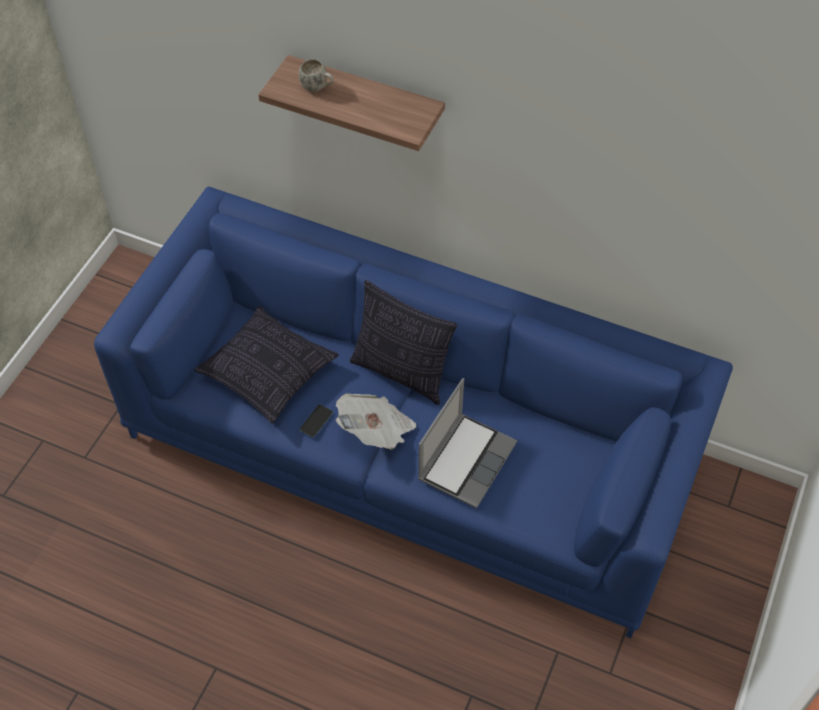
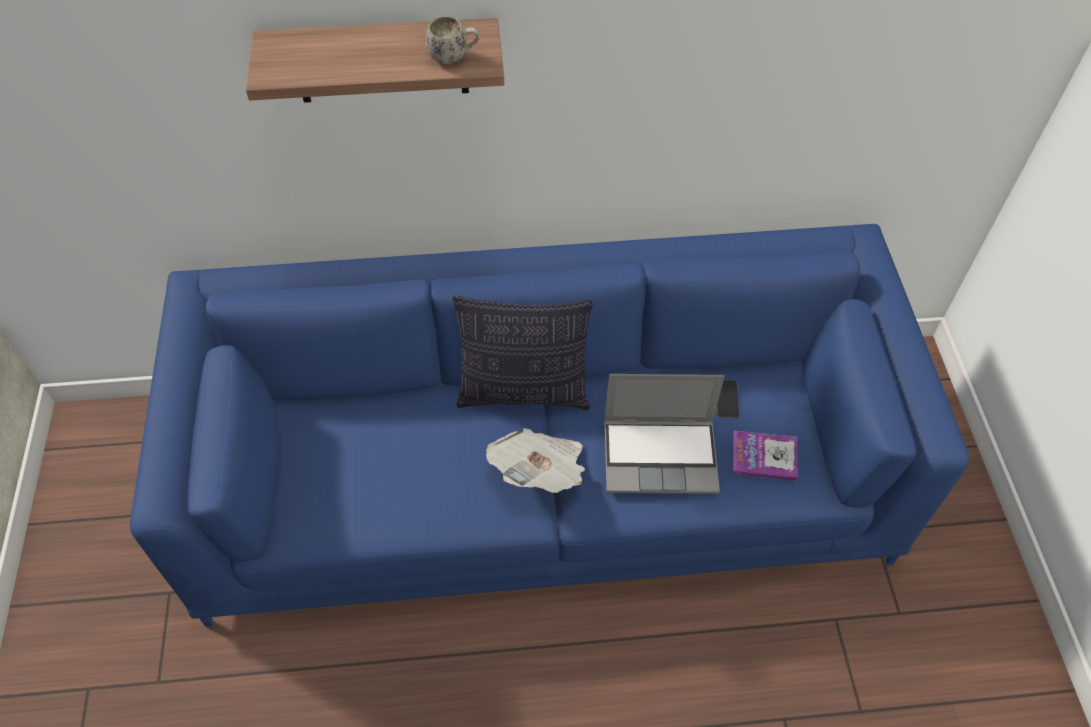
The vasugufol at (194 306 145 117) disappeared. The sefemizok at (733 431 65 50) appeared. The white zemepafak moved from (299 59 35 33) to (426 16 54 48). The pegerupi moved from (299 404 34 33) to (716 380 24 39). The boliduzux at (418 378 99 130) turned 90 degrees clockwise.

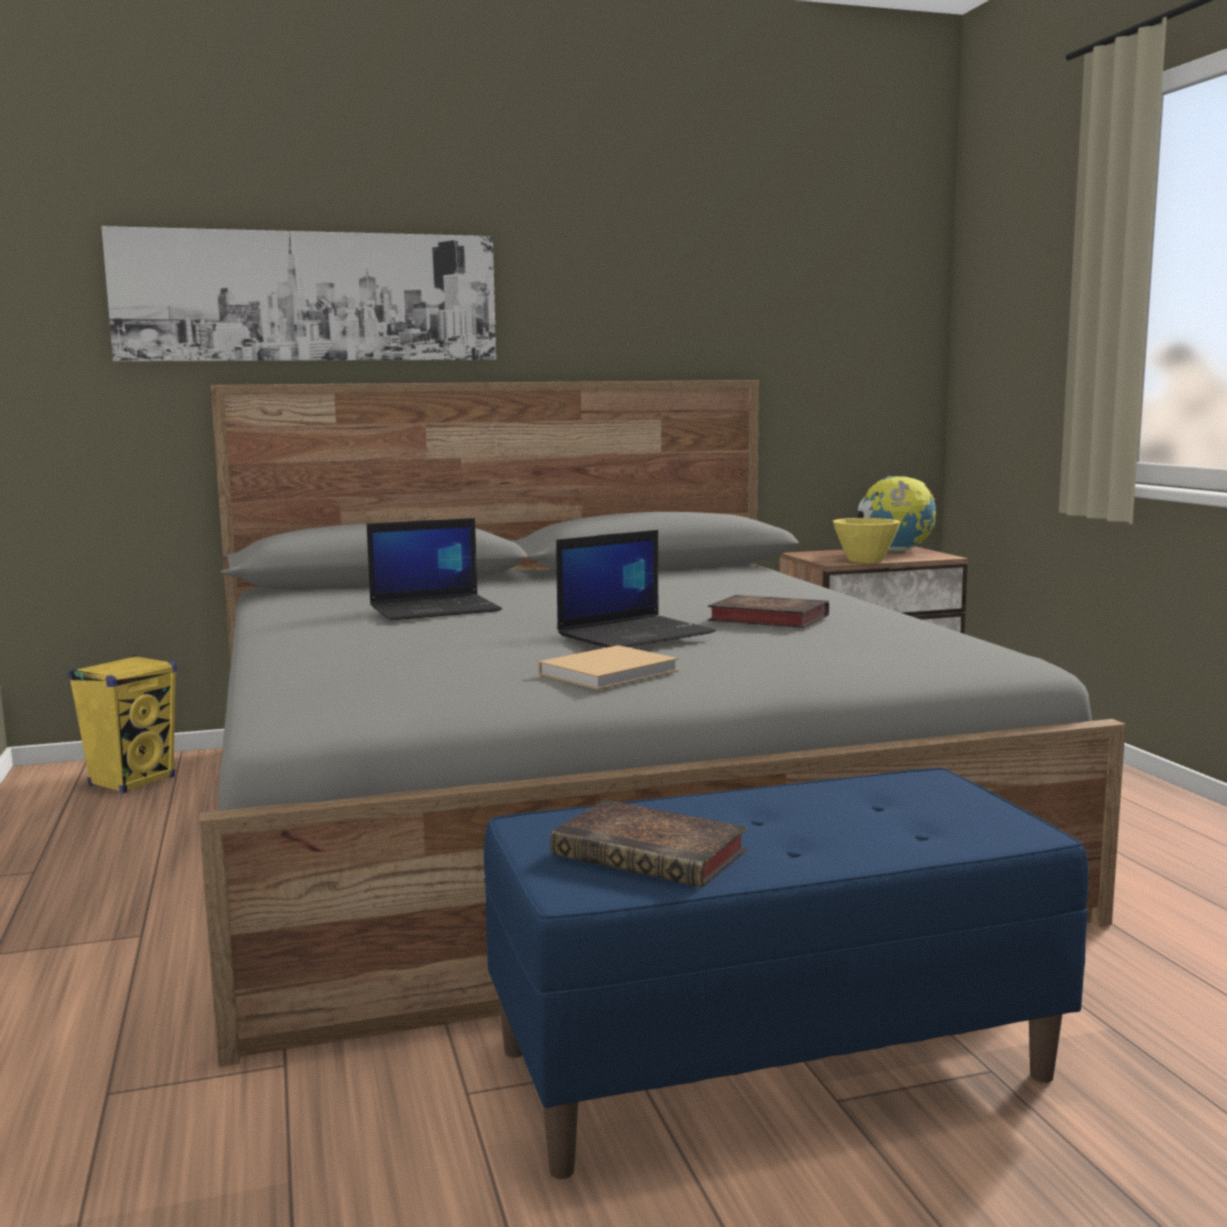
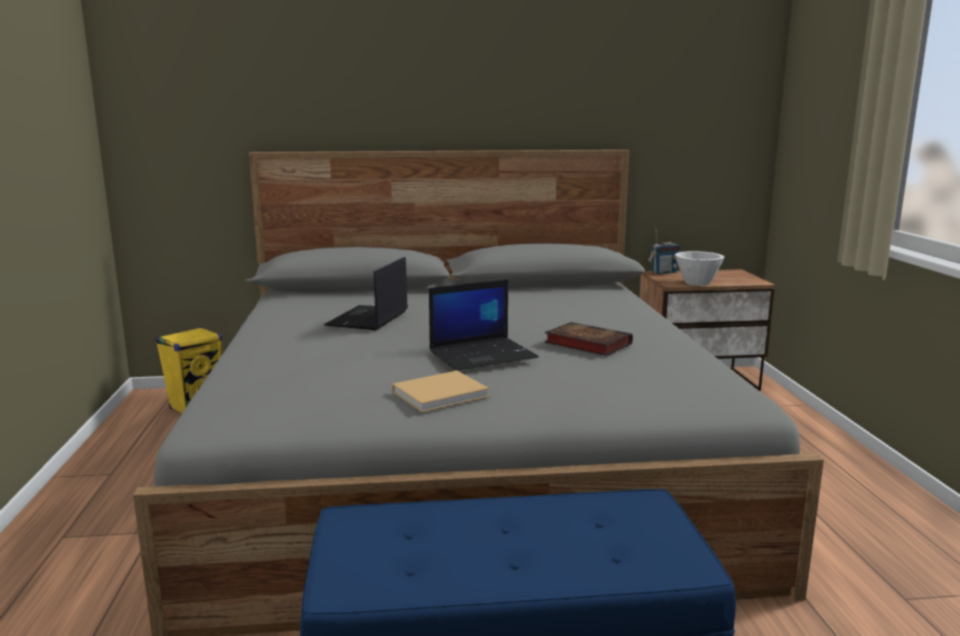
The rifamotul at (101 226 395 136) disappeared. The sefemizok at (550 799 198 89) disappeared. The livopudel at (858 476 78 75) disappeared. The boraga at (648 231 33 43) appeared. The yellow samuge at (833 518 68 45) became the white samuge at (675 251 49 35). The boliduzux at (367 518 135 102) turned 120 degrees clockwise.

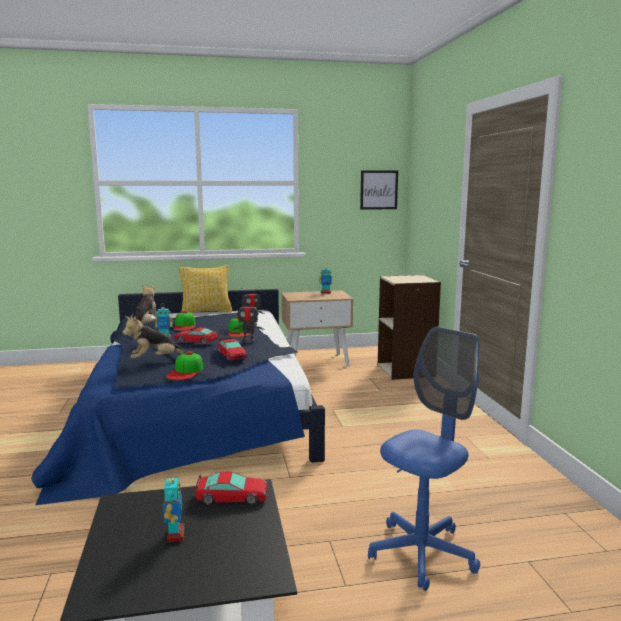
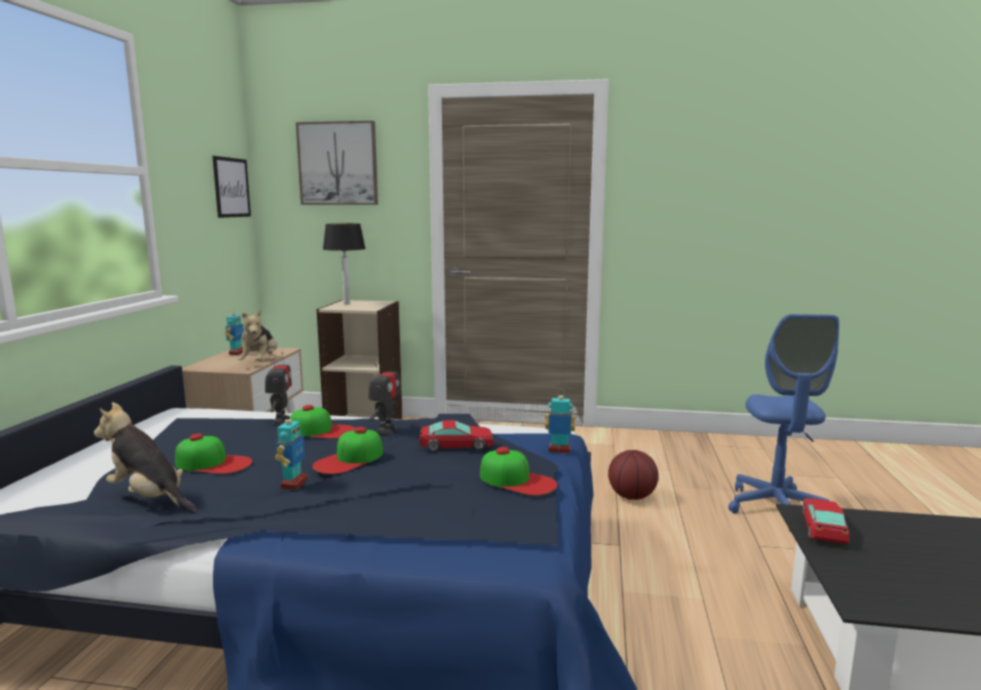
The yellow vasugufol at (179 265 53 48) disappeared. The rifamotul at (296 121 82 84) appeared. The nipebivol at (323 223 43 82) appeared. The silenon at (608 450 51 50) appeared. The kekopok moved from (122 316 64 43) to (238 310 39 51). The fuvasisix moved from (163 478 21 65) to (545 394 30 60). The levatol at (174 327 44 17) was replaced by the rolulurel at (312 427 71 47). The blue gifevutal at (368 327 112 264) turned 150 degrees counterclockwise.

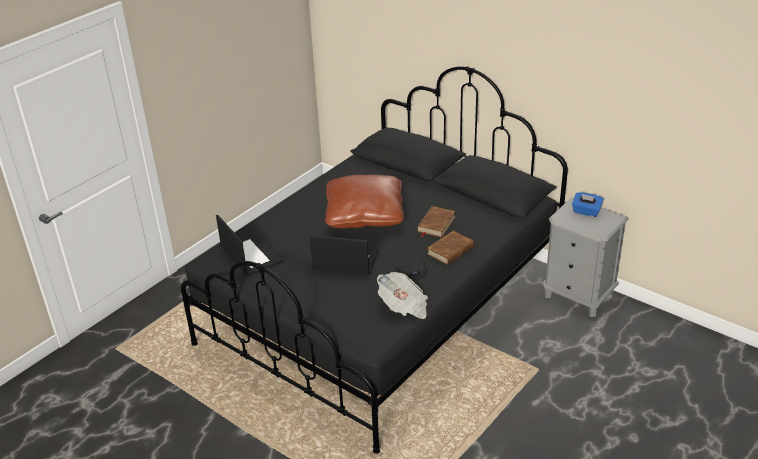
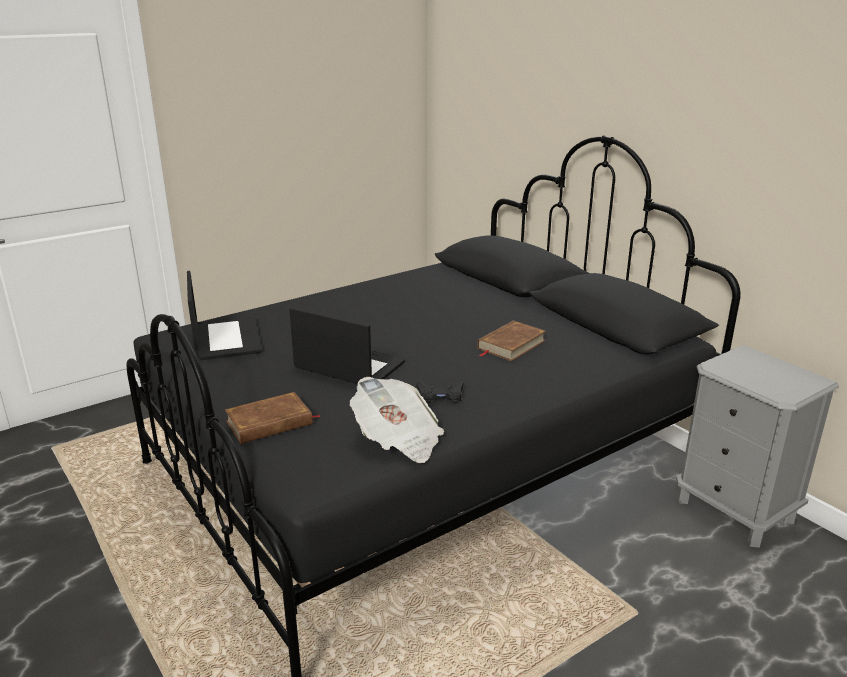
The brown vasugufol at (325 175 79 53) disappeared. The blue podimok at (572 192 32 25) disappeared. The brown sefemizok moved from (427 231 47 34) to (225 392 96 52).

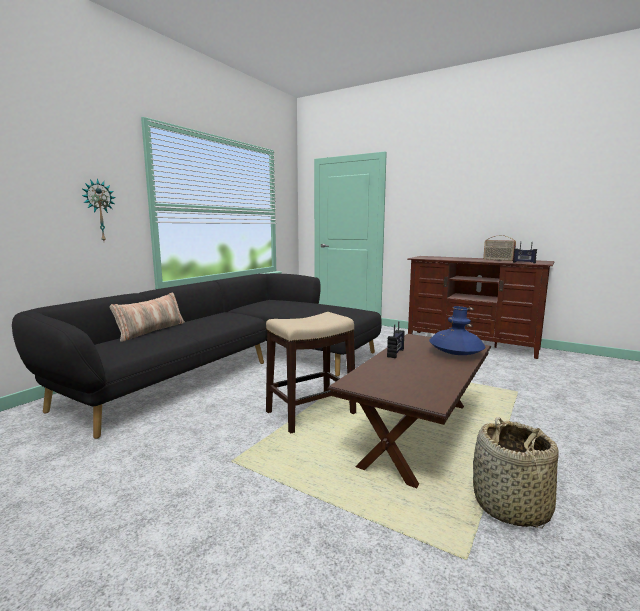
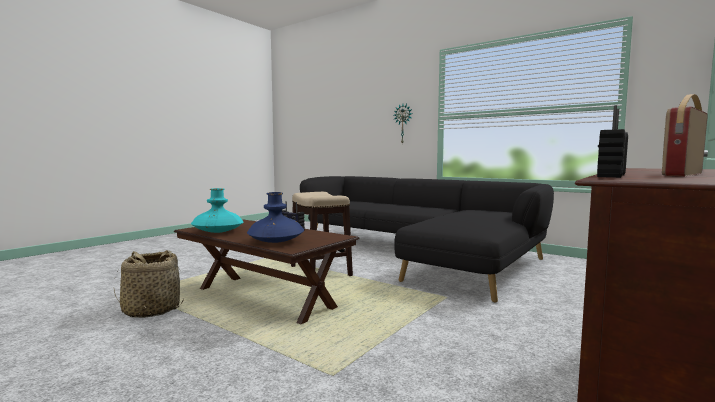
The vasugufol at (110 292 75 50) disappeared. The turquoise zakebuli at (191 188 52 45) appeared.

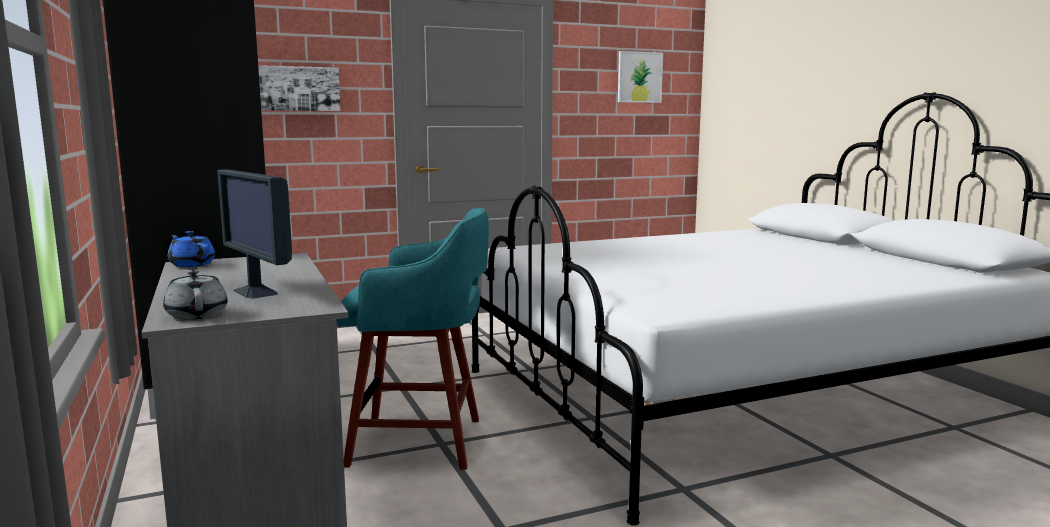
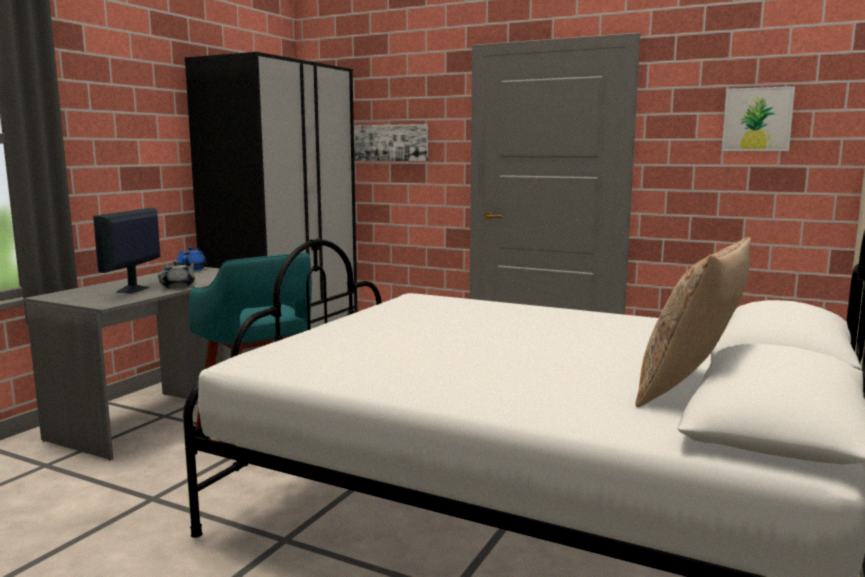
The beige vasugufol at (636 237 115 170) appeared. The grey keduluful moved from (163 270 65 50) to (158 261 38 28).

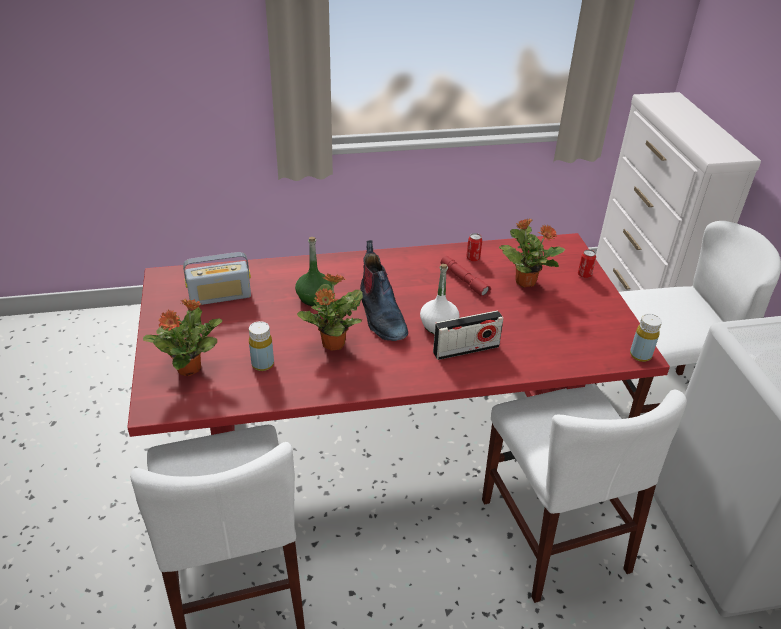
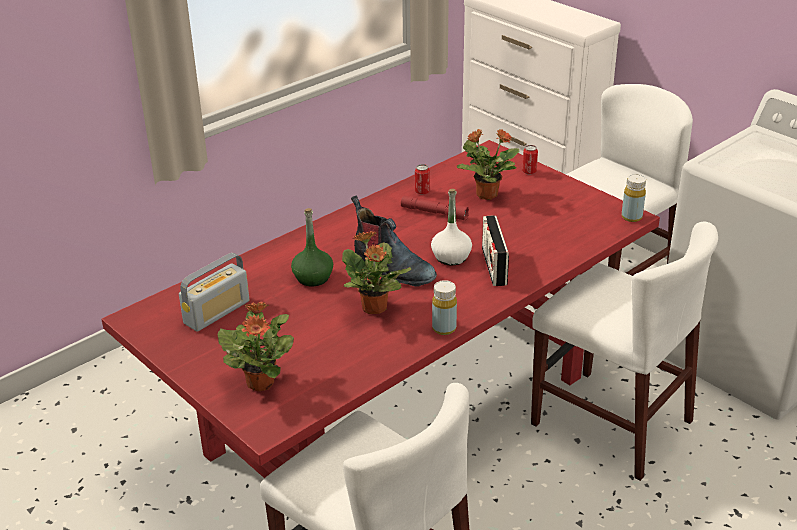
The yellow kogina moved from (249 321 25 50) to (432 280 25 55). The boraga at (433 310 71 50) turned 135 degrees clockwise.

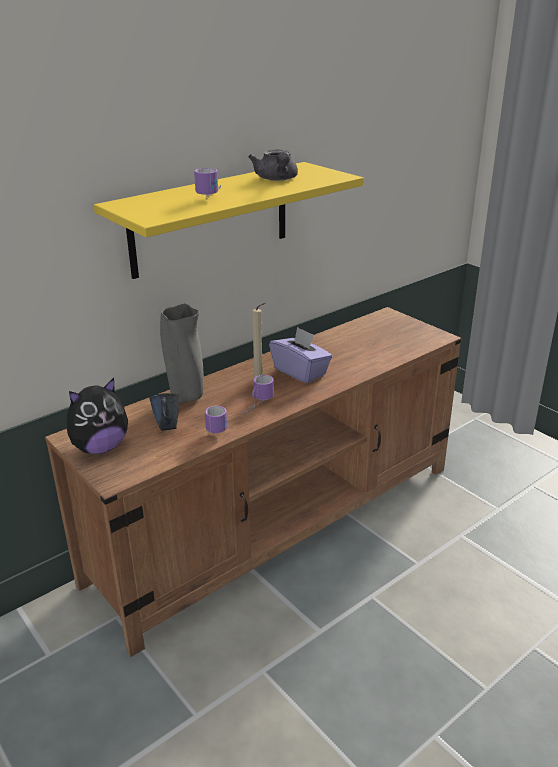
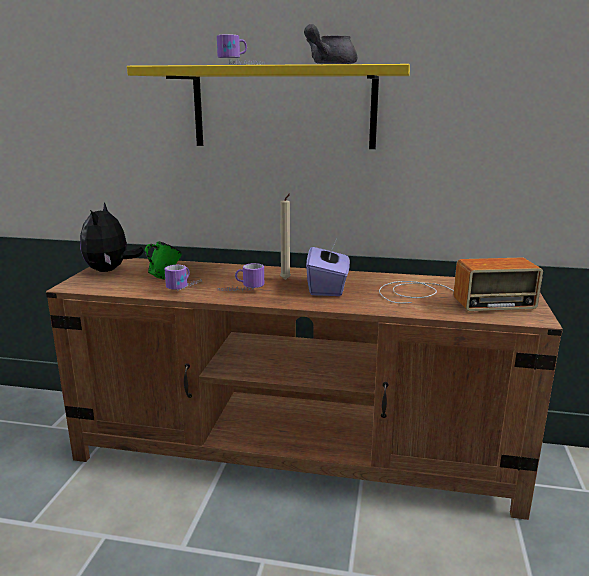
The grey zakebuli at (160 304 44 99) disappeared. The boraga at (379 257 164 54) appeared. The blue zemepafak at (150 393 29 38) became the green zemepafak at (145 241 37 39). The kekopok at (67 378 61 76) turned 75 degrees clockwise.

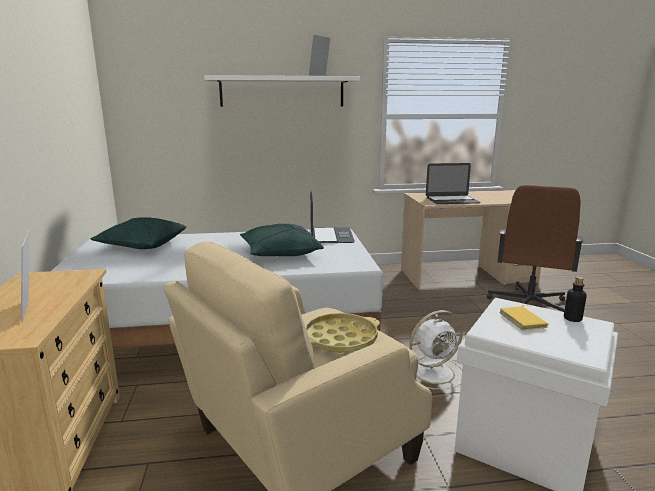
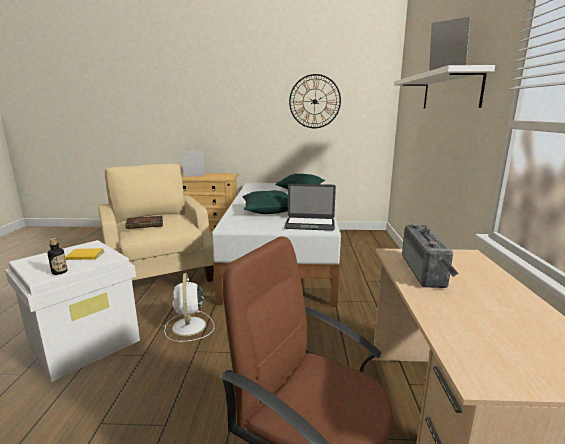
The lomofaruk at (289 74 52 54) appeared. The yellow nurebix at (305 313 75 40) was replaced by the sefemizok at (125 216 38 13). The boliduzux at (426 163 55 41) was replaced by the boraga at (402 224 56 64).

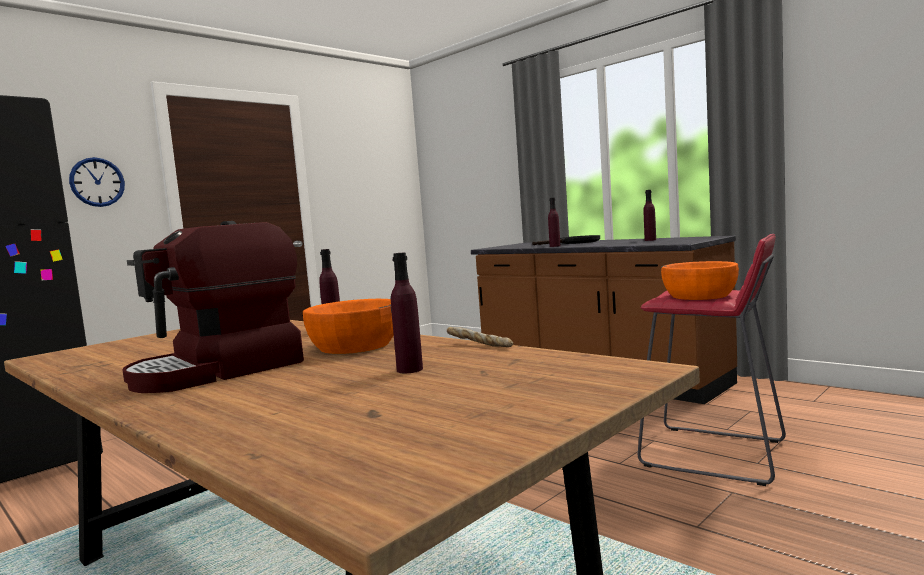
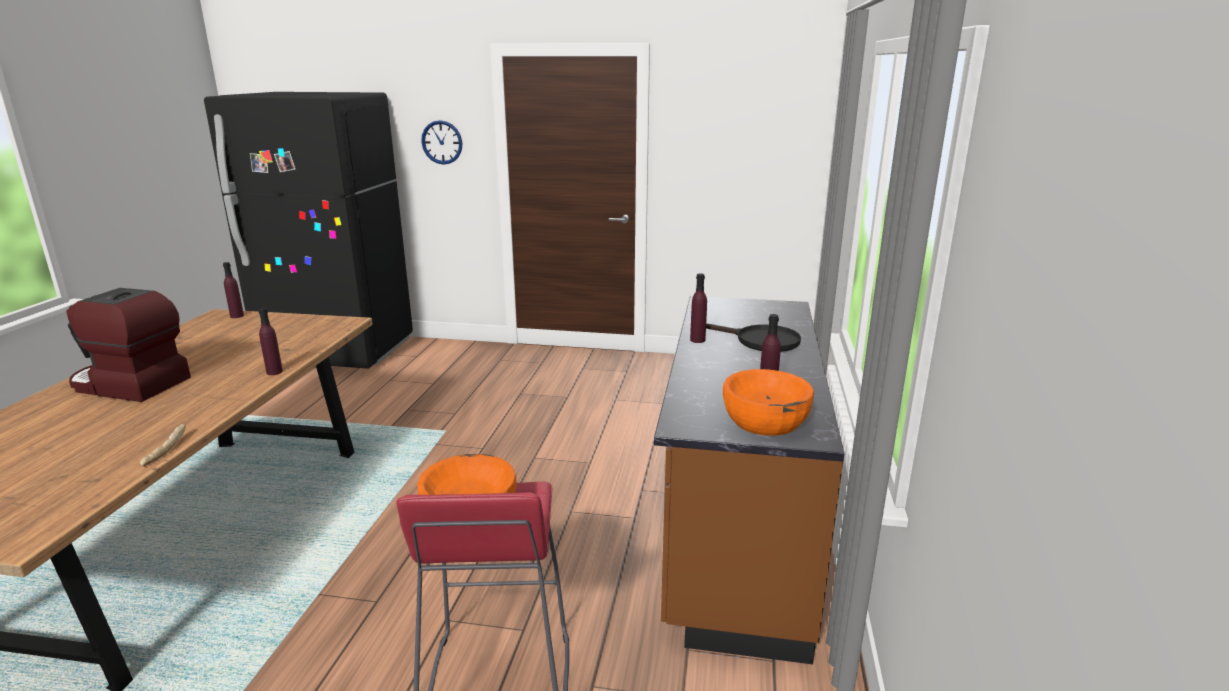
The orange samuge moved from (303 299 91 55) to (723 369 91 67). The purple kogina moved from (391 252 32 121) to (223 262 21 56).

